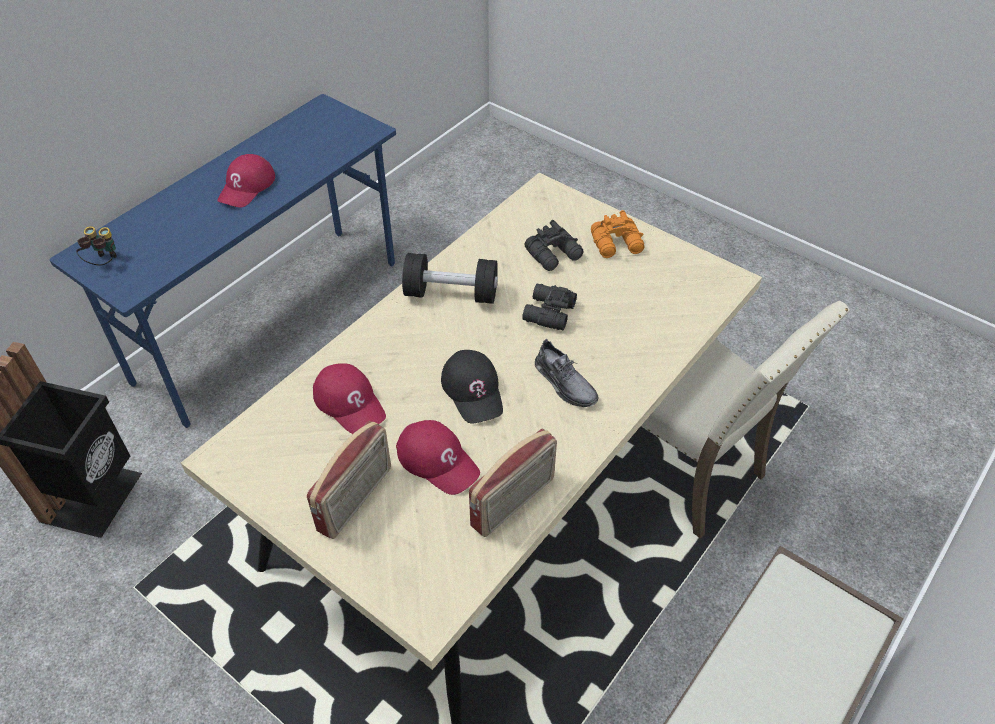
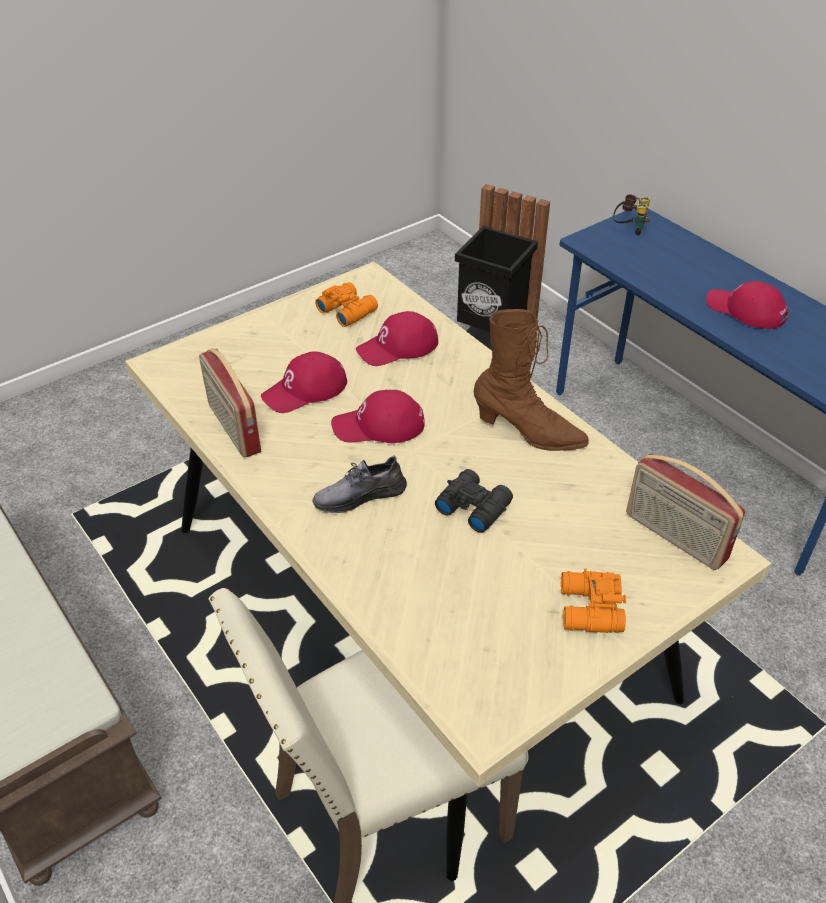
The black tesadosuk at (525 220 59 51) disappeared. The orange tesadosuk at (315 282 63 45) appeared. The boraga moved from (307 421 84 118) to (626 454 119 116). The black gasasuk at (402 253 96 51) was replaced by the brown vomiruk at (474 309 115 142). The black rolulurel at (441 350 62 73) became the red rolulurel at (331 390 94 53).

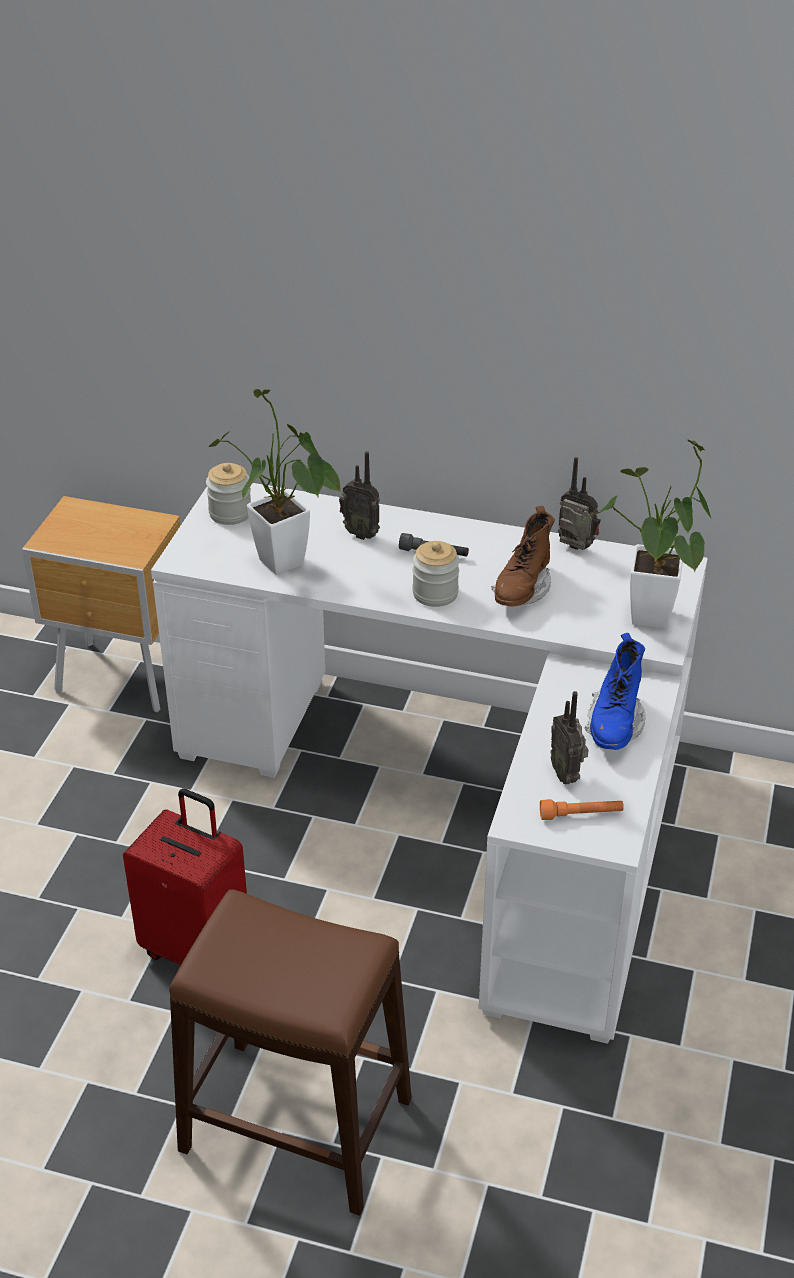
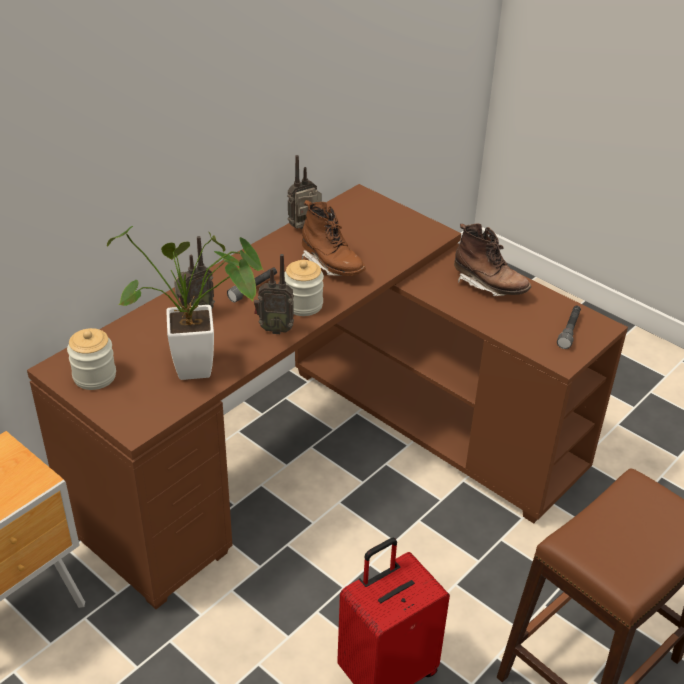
The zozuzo at (579 440 133 189) disappeared. The boraga moved from (550 691 39 93) to (254 254 40 80). The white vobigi at (151 483 557 561) became the brown vobigi at (27 184 601 425). The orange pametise at (540 799 84 21) became the grey pametise at (557 306 24 43). The blue vomiruk at (585 633 61 117) became the brown vomiruk at (454 224 77 72).

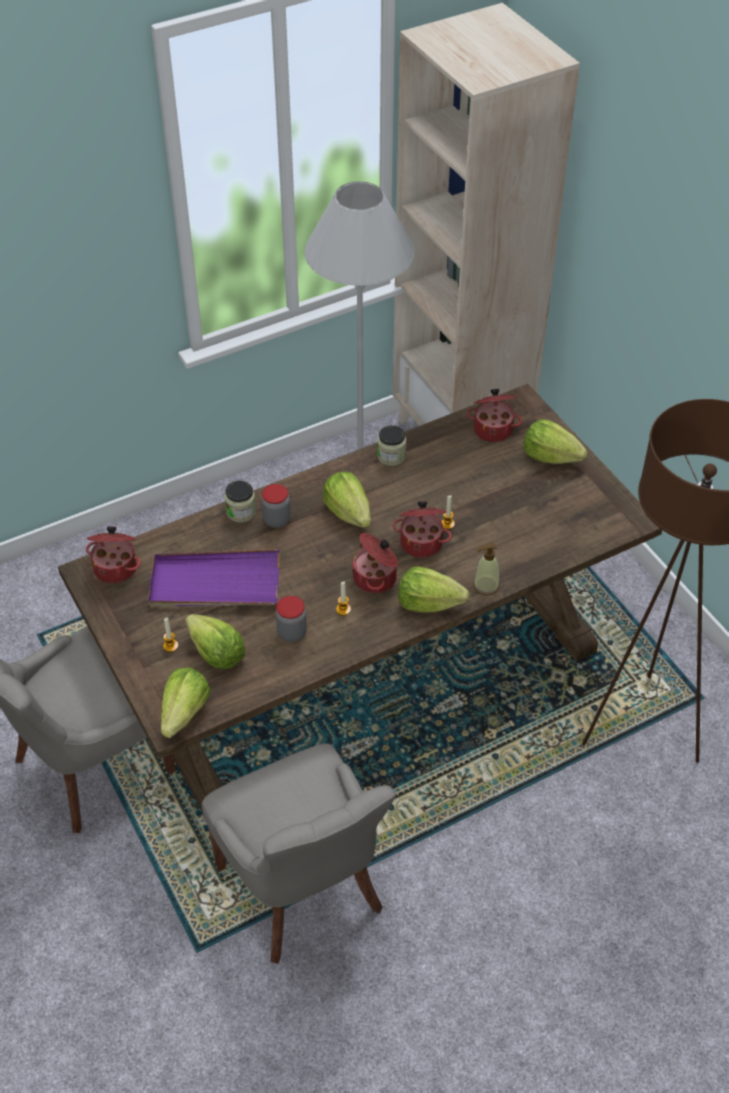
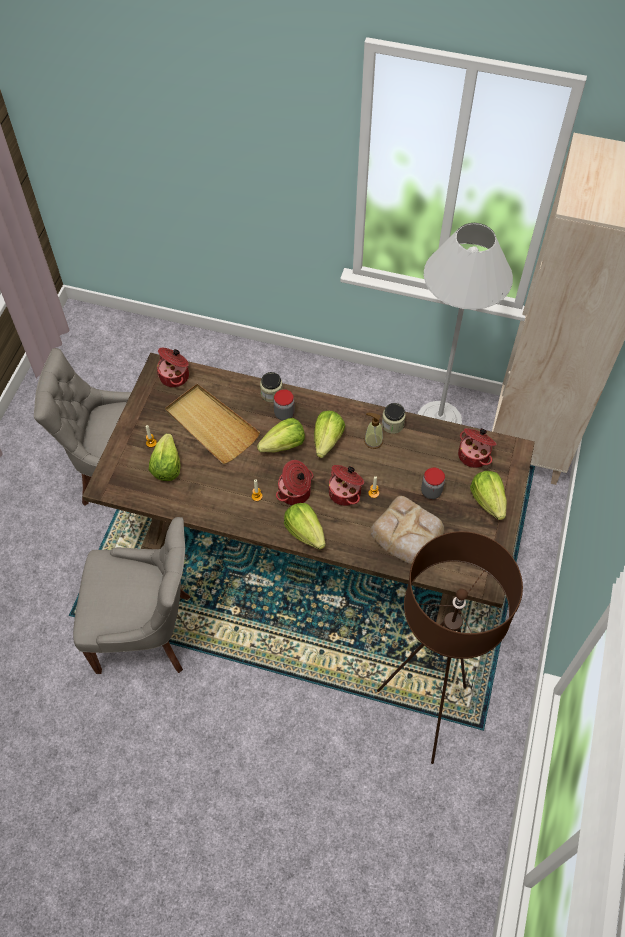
The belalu at (370 496 74 68) appeared. The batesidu moved from (161 667 50 71) to (257 418 48 34). The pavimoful moved from (276 596 31 46) to (421 468 24 31). The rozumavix moved from (473 542 27 54) to (364 413 19 36). The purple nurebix at (148 549 131 59) became the beige nurebix at (165 384 95 80). The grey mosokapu at (202 743 194 221) turned 105 degrees counterclockwise.

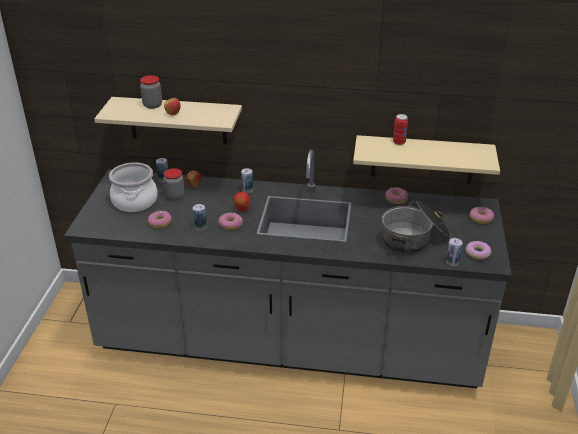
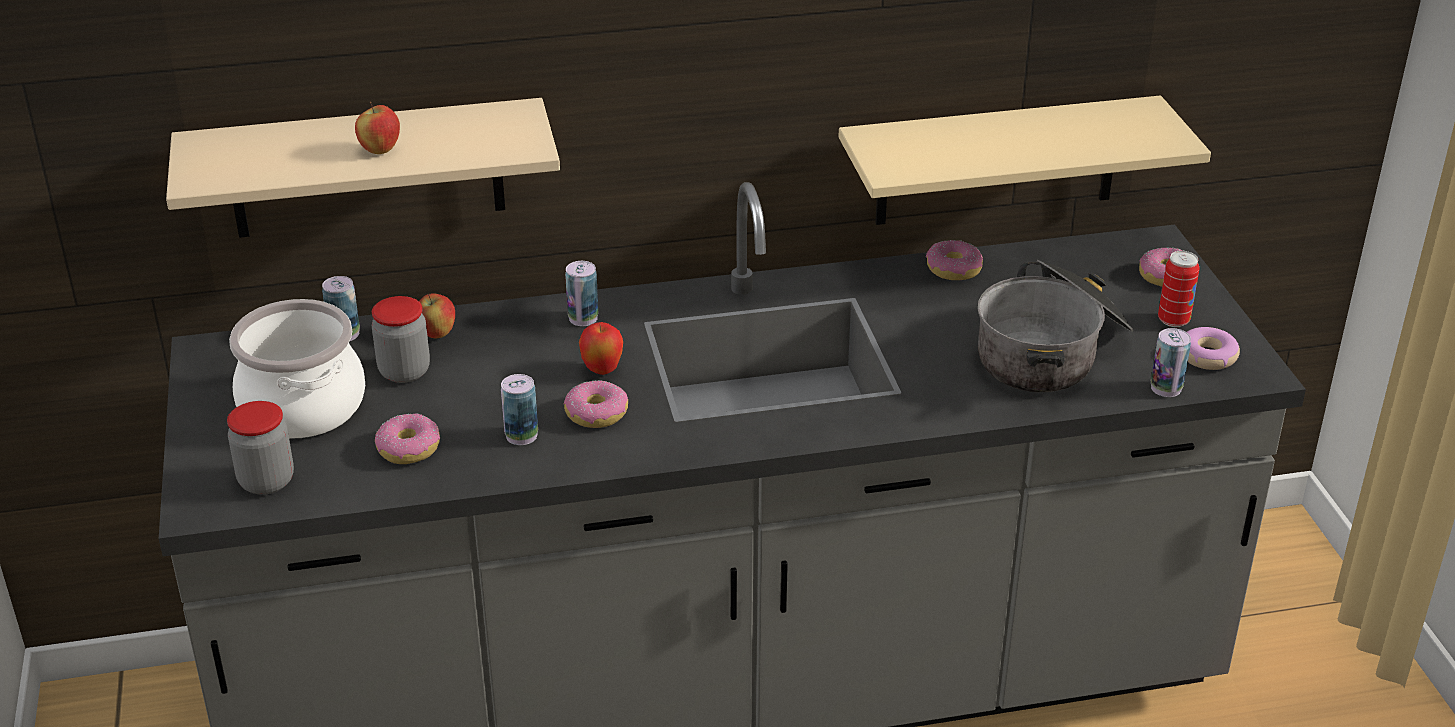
The pavimoful moved from (140 75 22 34) to (227 401 67 94). The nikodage moved from (393 114 15 31) to (1158 251 41 76).

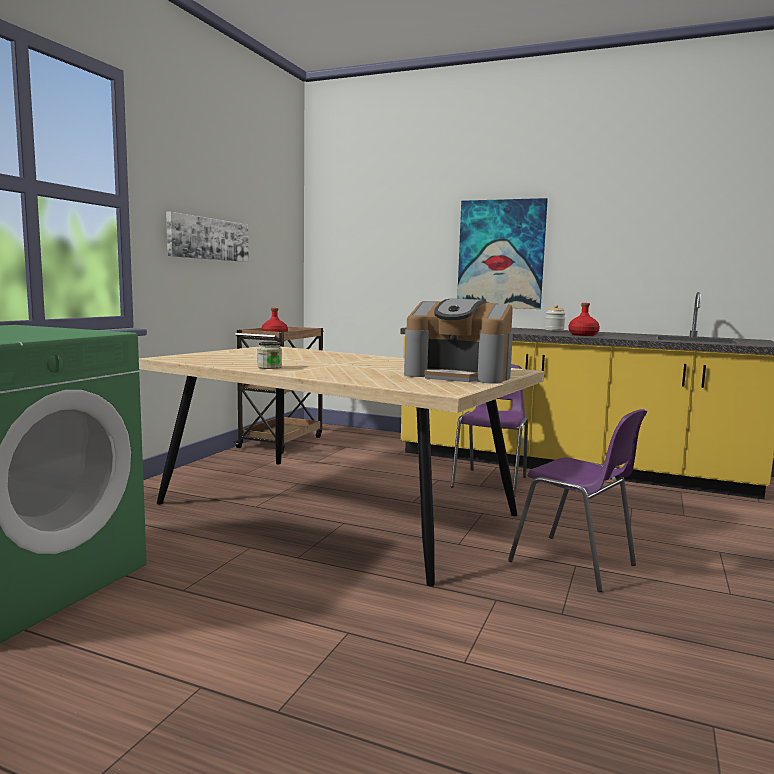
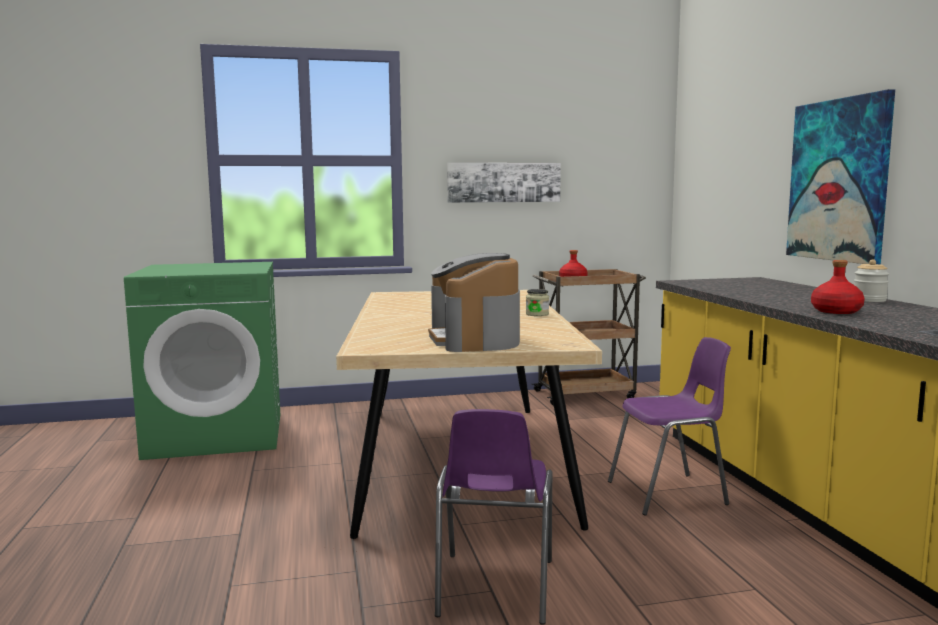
The pavimoful moved from (258 341 24 28) to (526 289 23 27).

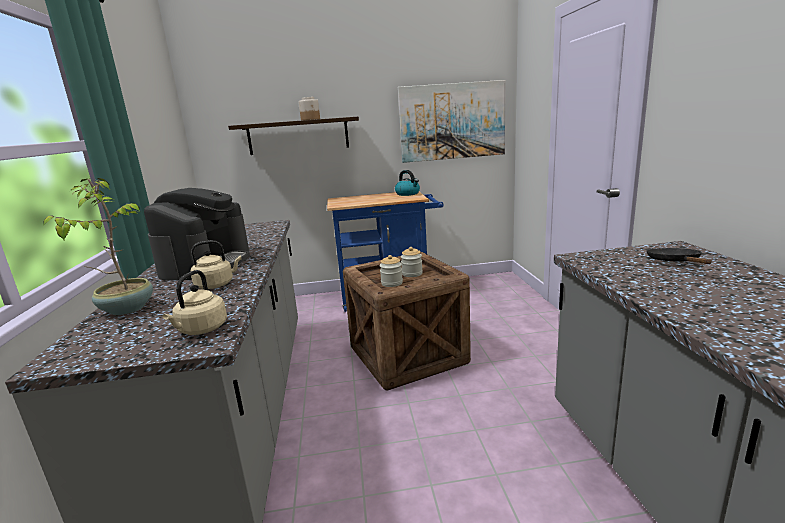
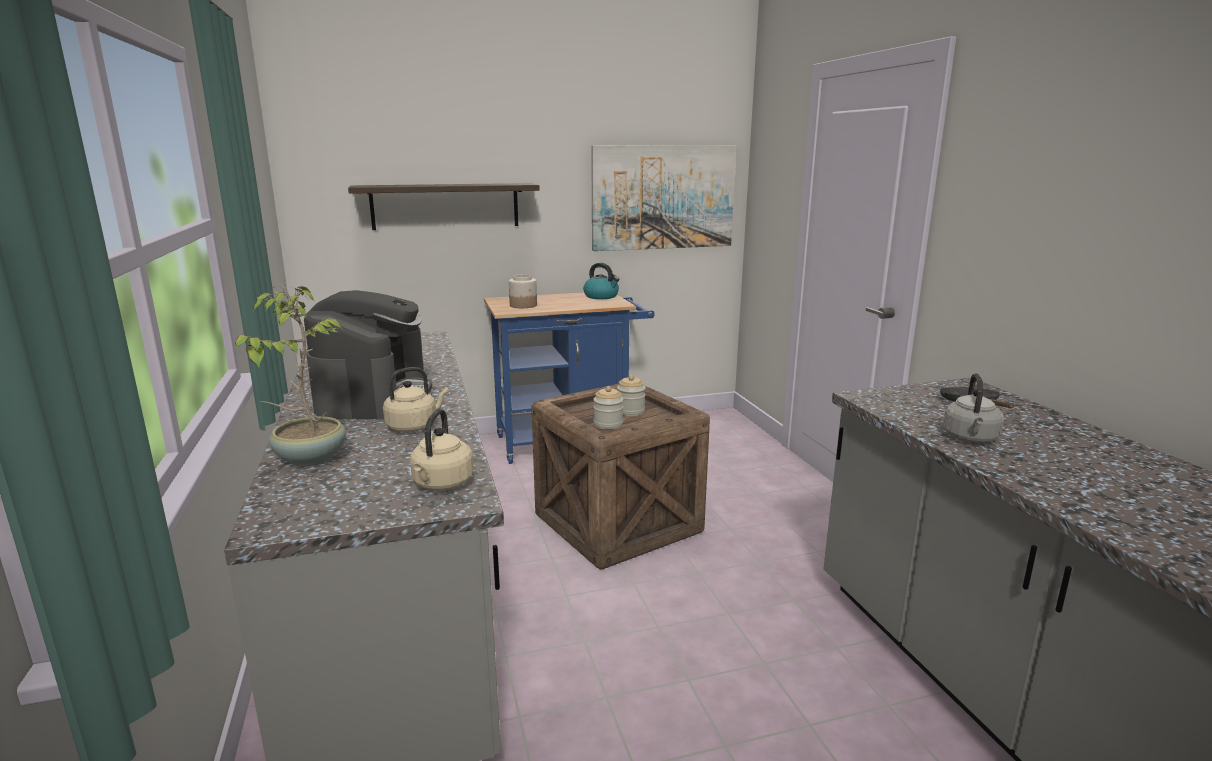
The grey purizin at (943 374 61 69) appeared. The pavimoful moved from (299 97 21 23) to (509 274 28 34).

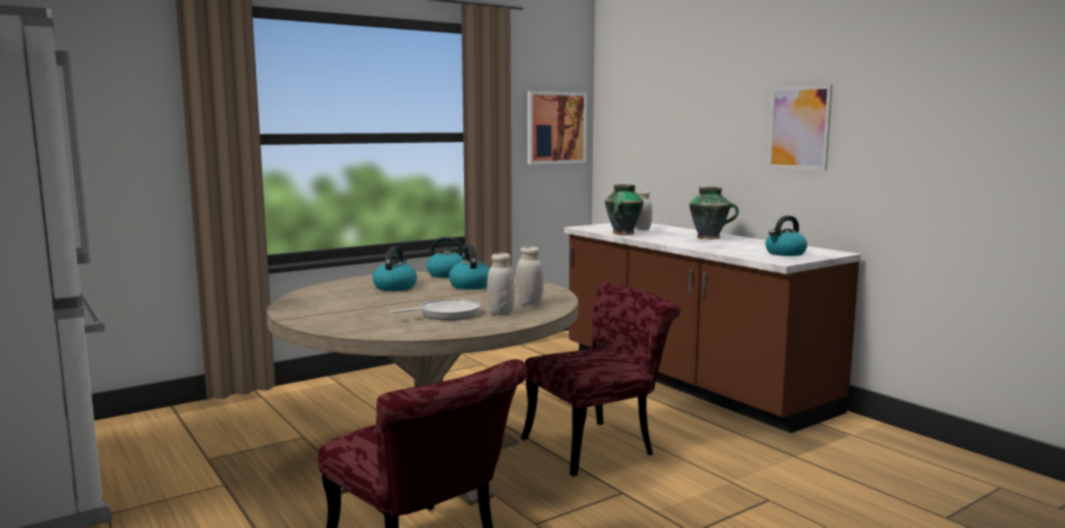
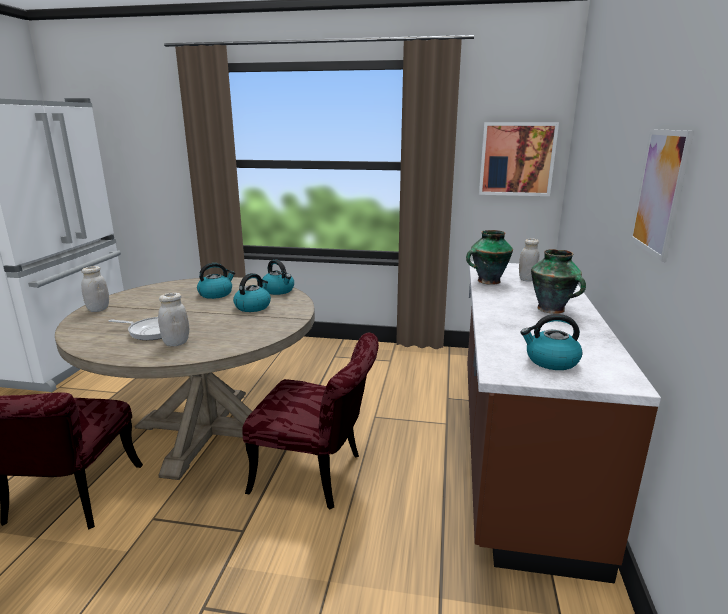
The white pavimoful moved from (516 246 28 59) to (81 266 28 46).

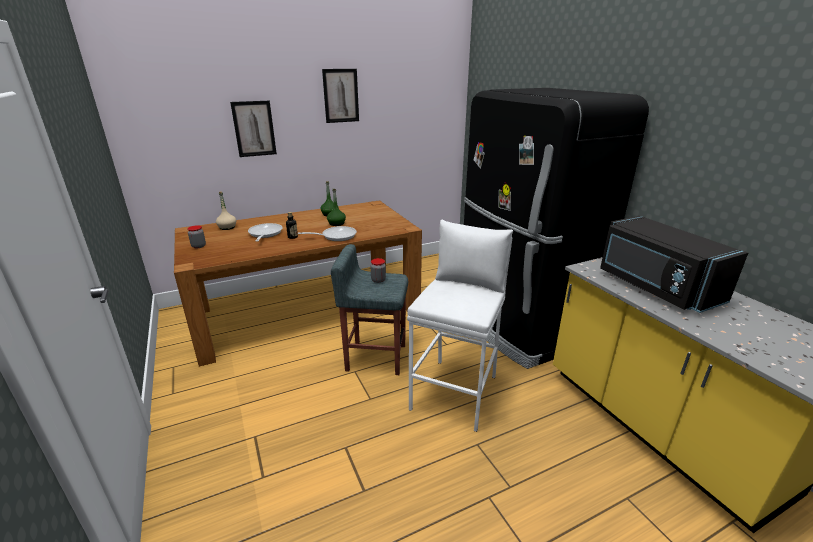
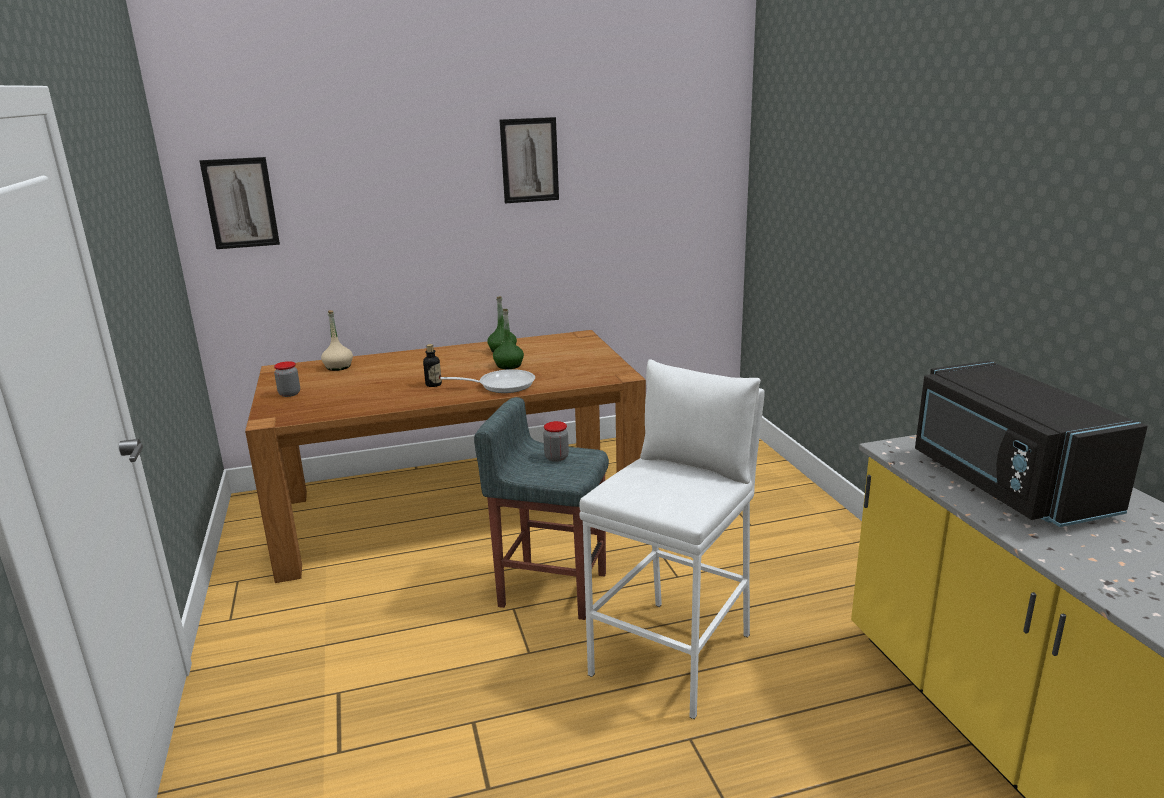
The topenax at (248 223 35 19) disappeared. The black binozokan at (464 88 185 281) disappeared. The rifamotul moved from (230 101 47 56) to (199 157 81 92).

